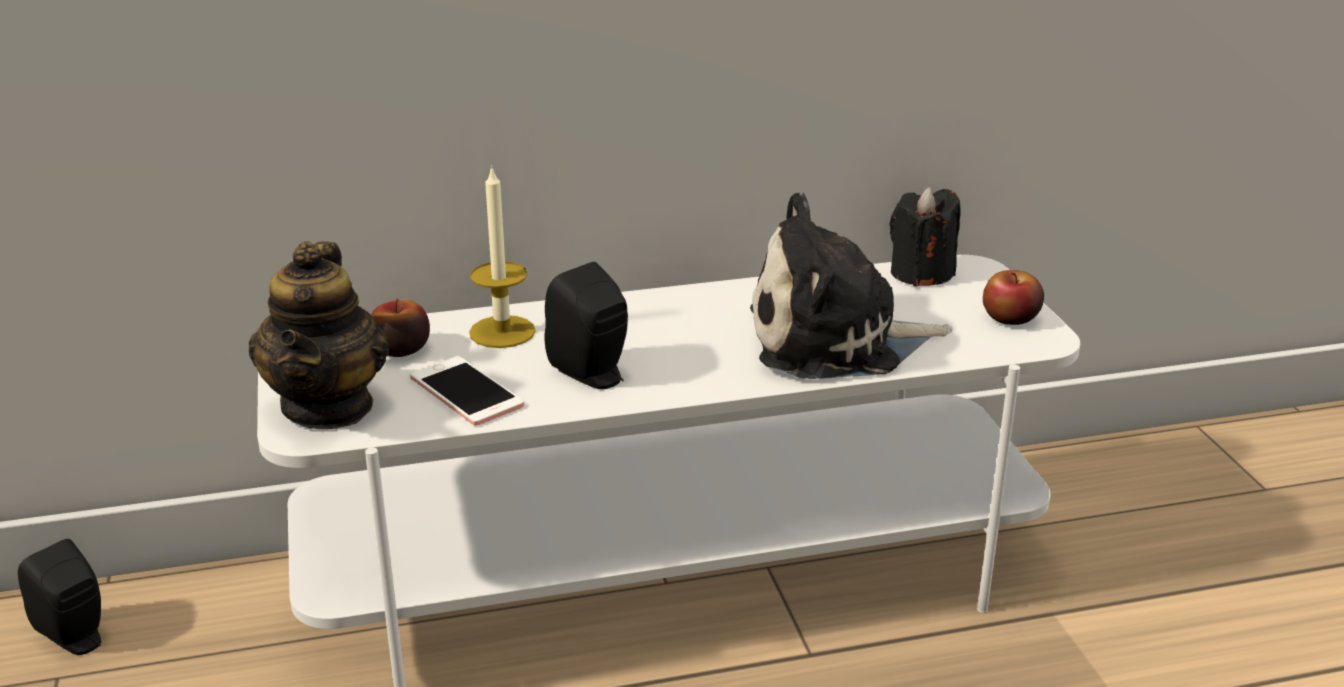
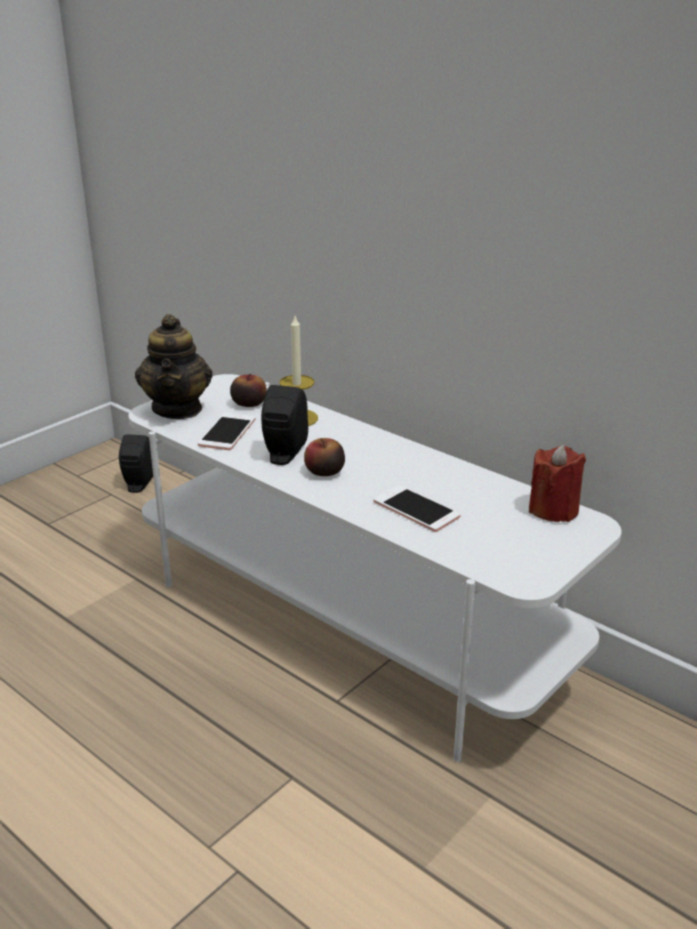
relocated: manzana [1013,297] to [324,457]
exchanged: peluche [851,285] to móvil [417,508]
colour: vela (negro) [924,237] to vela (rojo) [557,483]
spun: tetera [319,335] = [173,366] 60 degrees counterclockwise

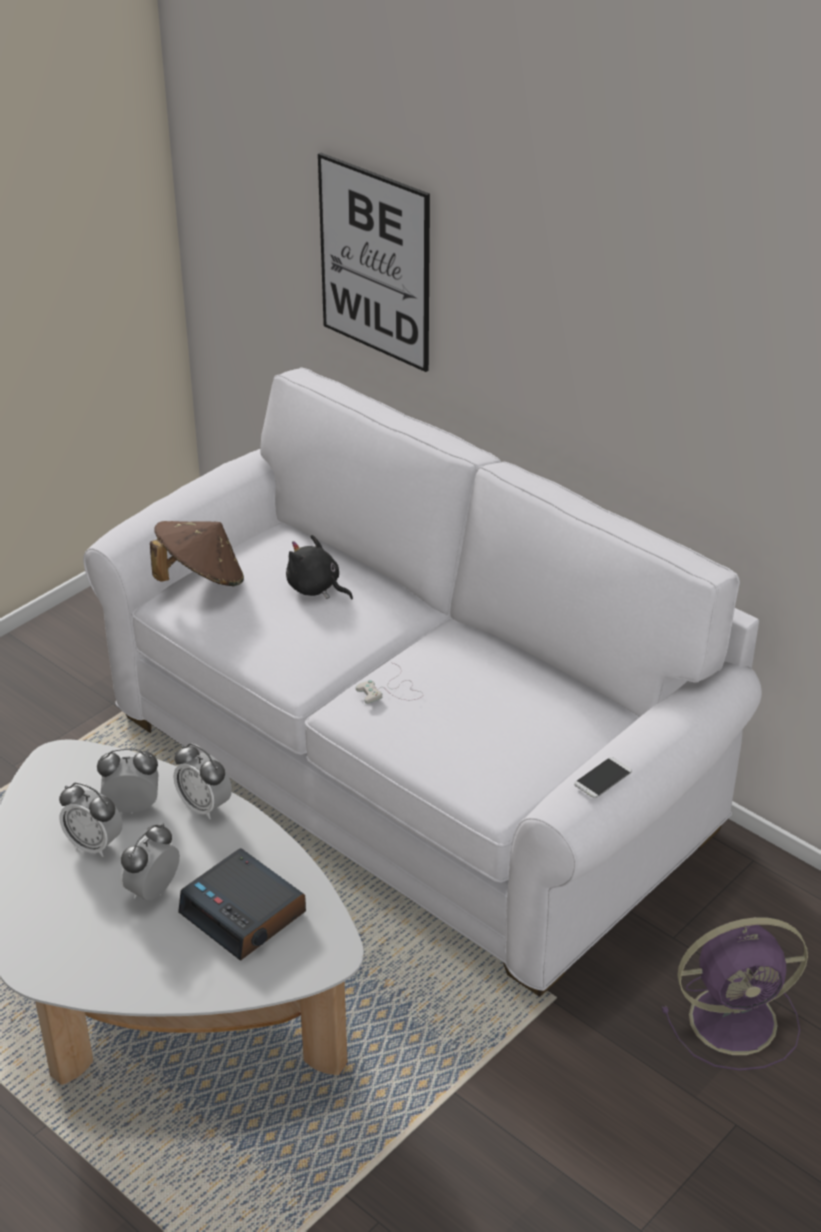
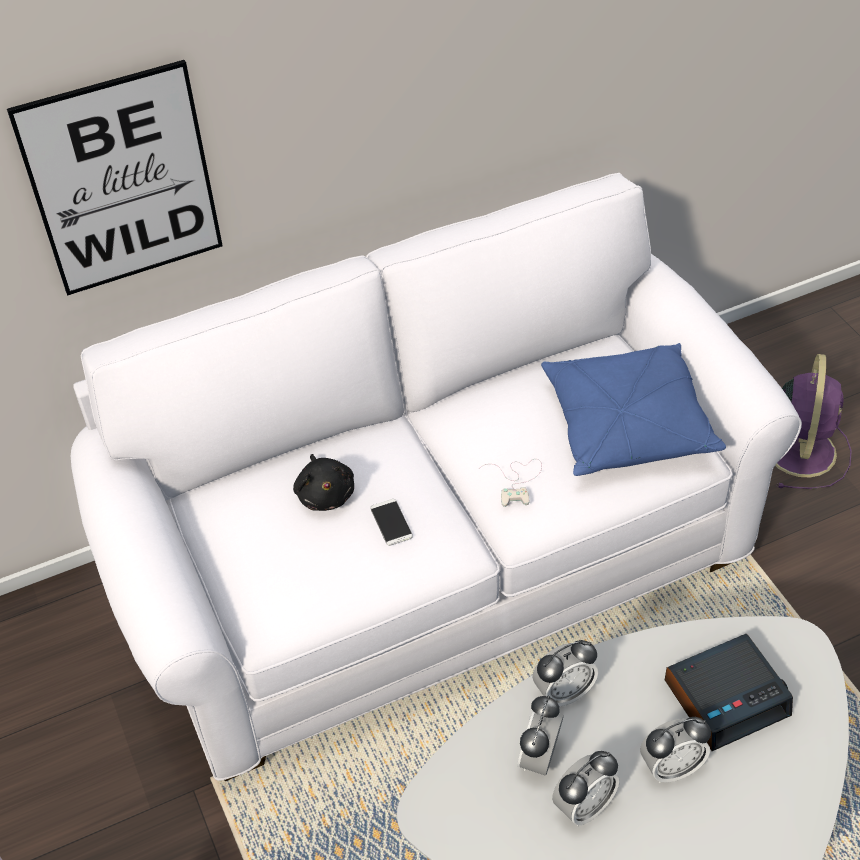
missing: sombrero (marrón) [197,553]
appeared: cojín (azul) [633,409]
relocated: móvil [603,777] to [391,522]
spun: despertador [150,862] = [675,750] 75 degrees counterclockwise; peluche (negro) [319,567] = [323,482] 75 degrees counterclockwise

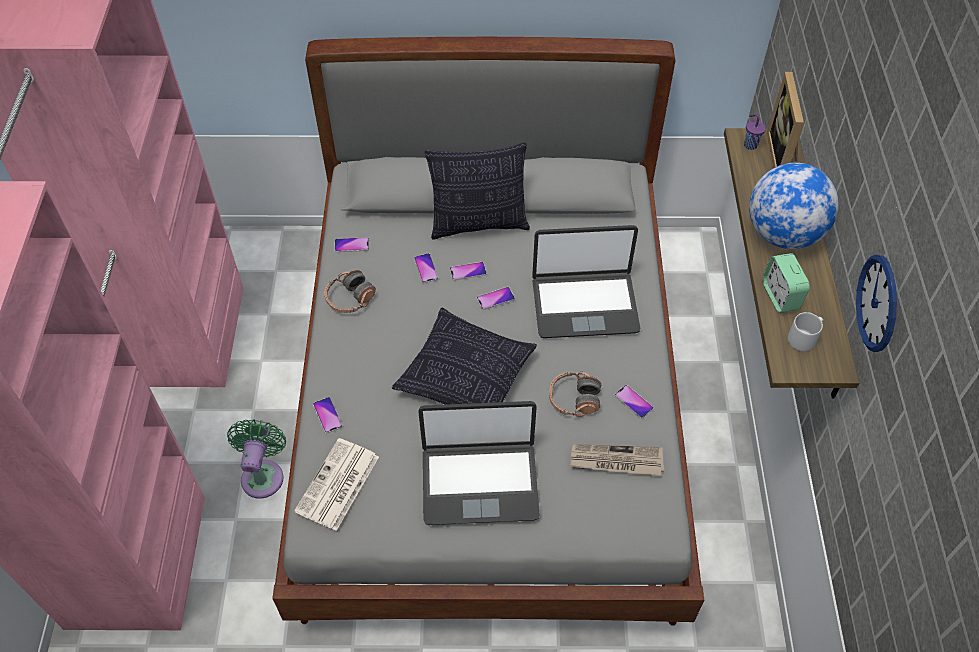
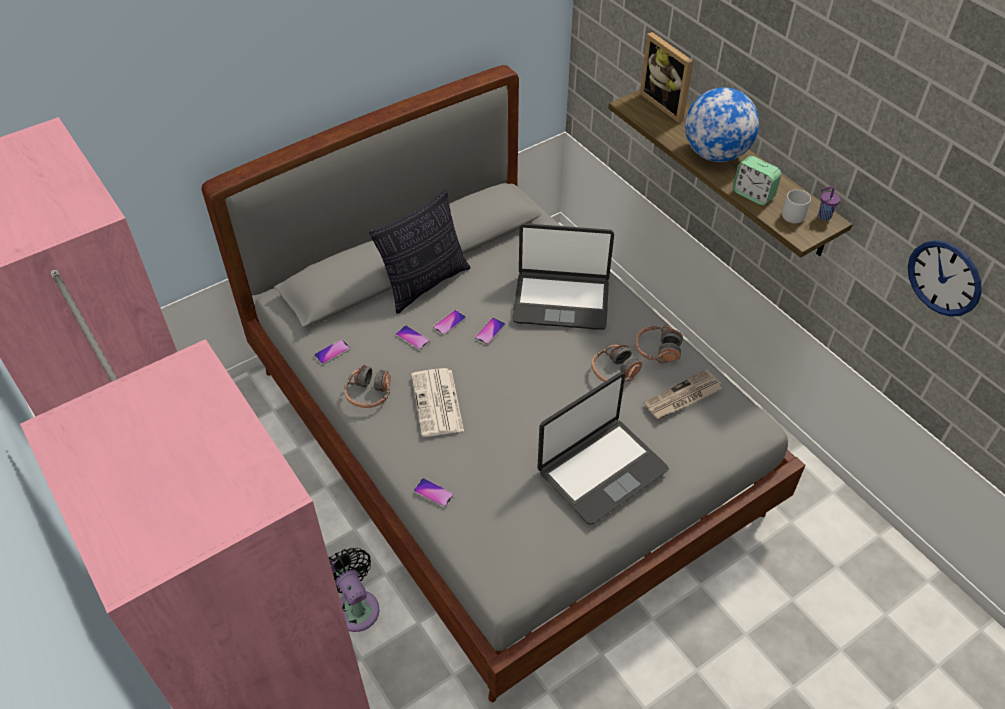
missing: cojín [464,356]
relocated: periódico [336,484] to [437,402]; taza (morado) [755,132] to [829,203]; reloj de pared [876,303] to [945,278]
exchanged: móvil [634,402] to auriculares [659,345]
colour: ventilador (verde) [256,459] to ventilador (negro) [354,590]
spun: portátil [586,281] = [563,276] 45 degrees clockwise

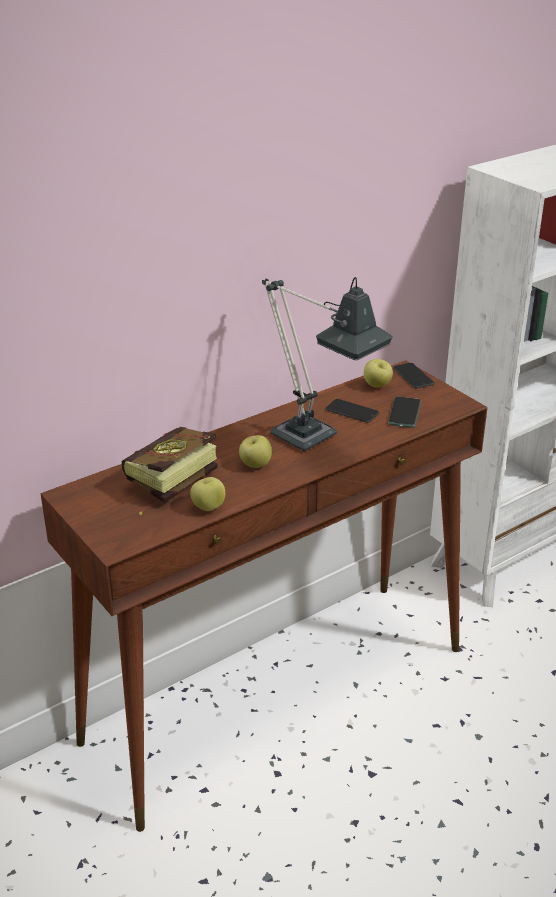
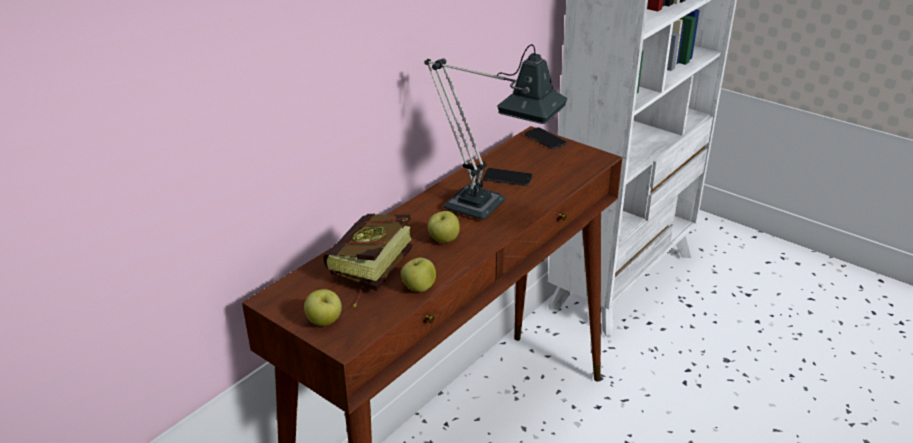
missing: móvil [404,412]
relocated: manzana [378,373] to [323,307]

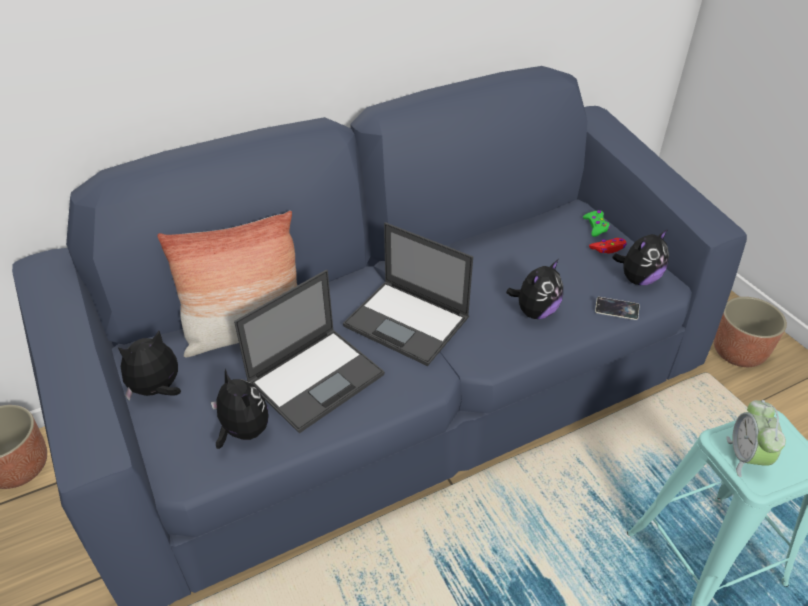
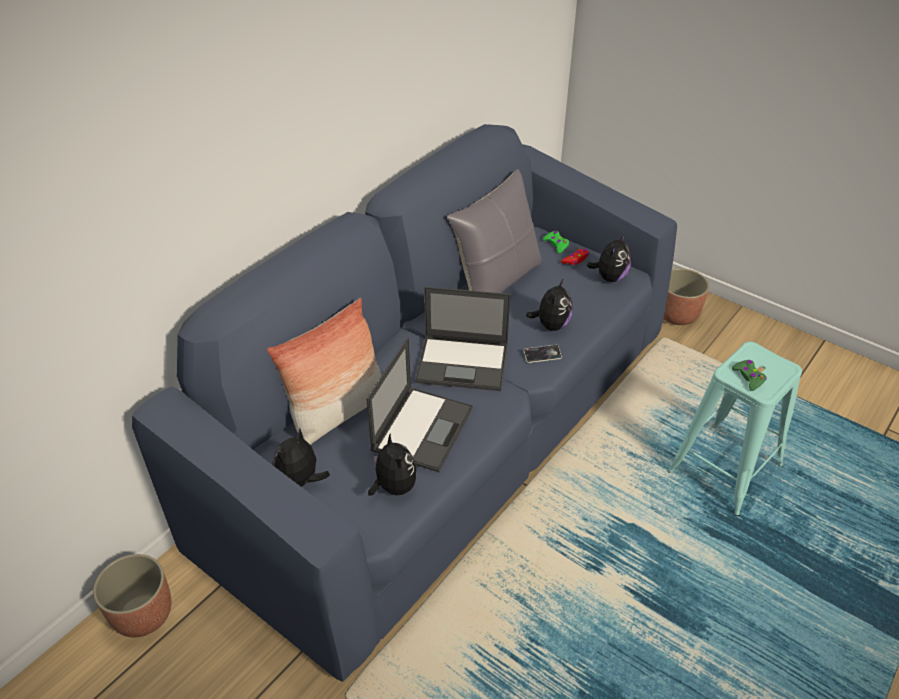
appeared: cojín (gris) [494,231]
relocated: móvil [617,308] to [543,354]
exchanged: despertador [756,438] to mando de consola (verde) [749,375]
spun: peluche [240,408] = [392,464] 45 degrees clockwise

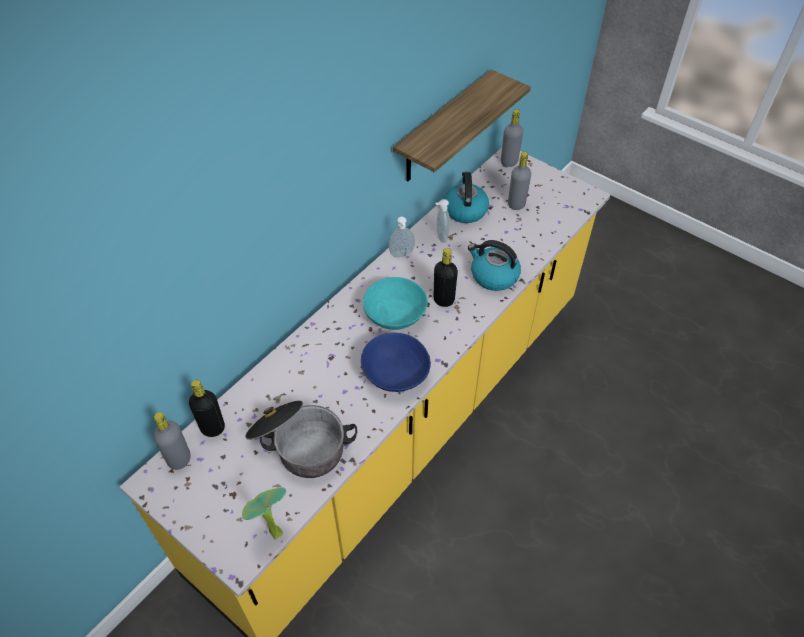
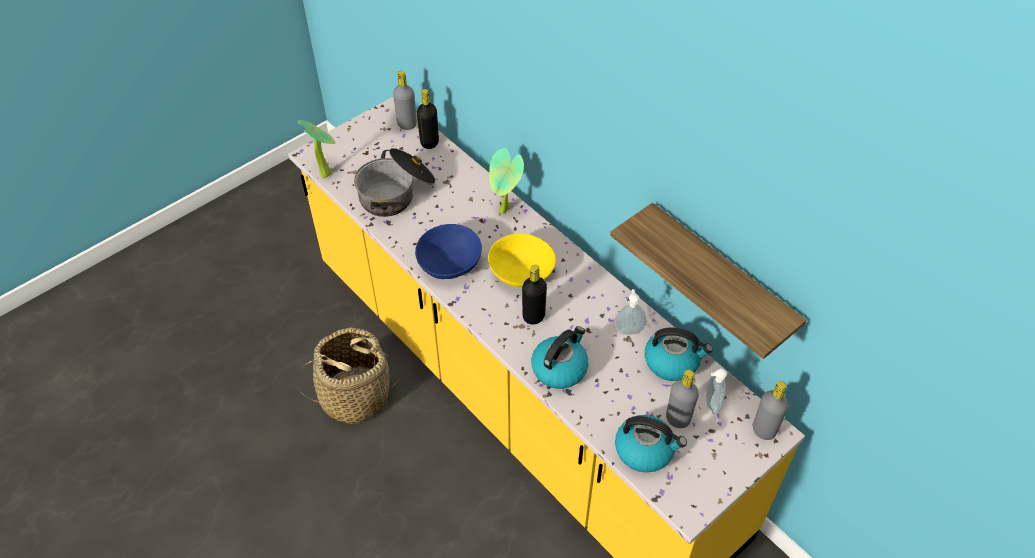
appeared: cesta [348,376]; planta en maceta [506,181]; hervidor [651,443]
relocated: dispensador de jabón [402,237] to [716,391]
colour: cuenco (turquesa) [395,303] to cuenco (amarillo) [522,260]

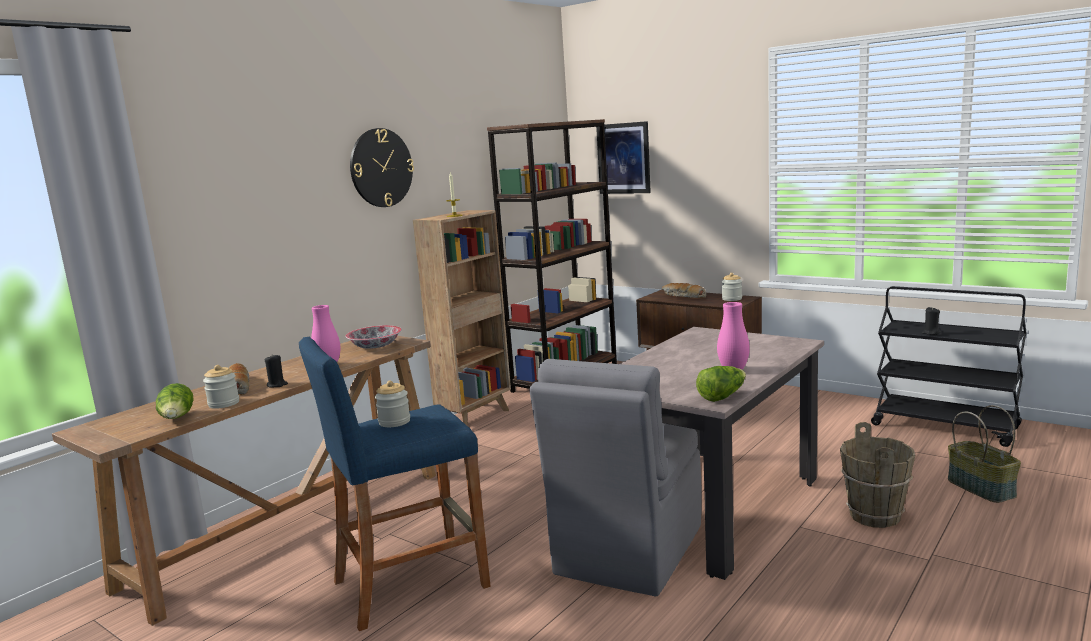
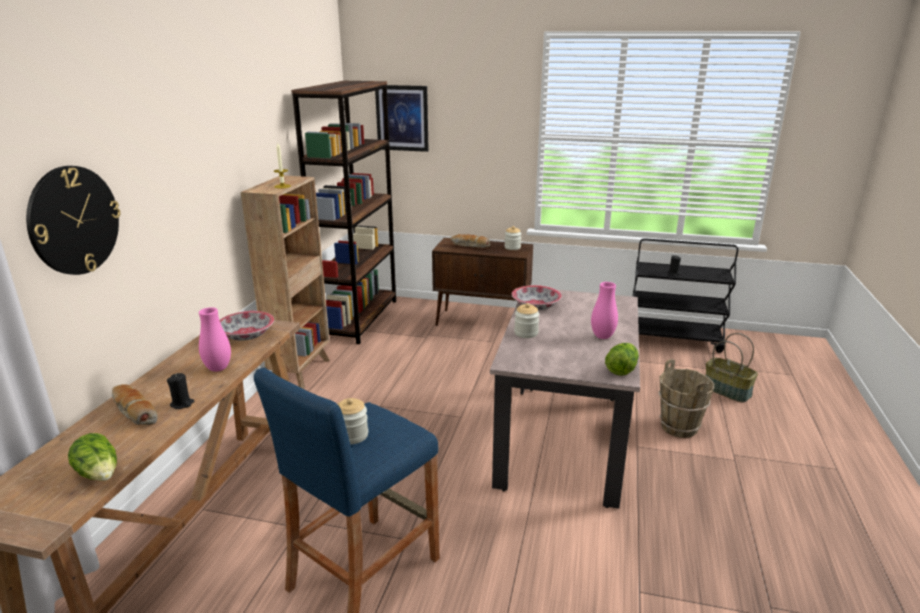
missing: silla (gris) [616,477]
appeared: cuenco [537,297]
relocated: tarro [221,387] to [526,320]; reloj de pared [382,167] to [73,220]

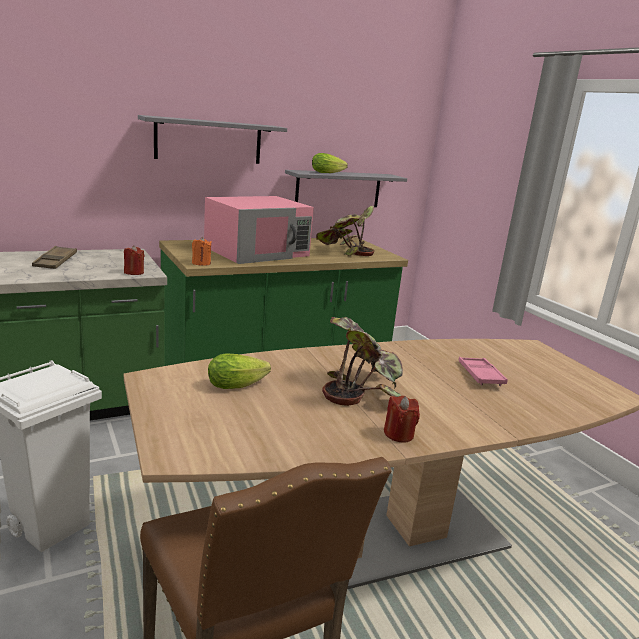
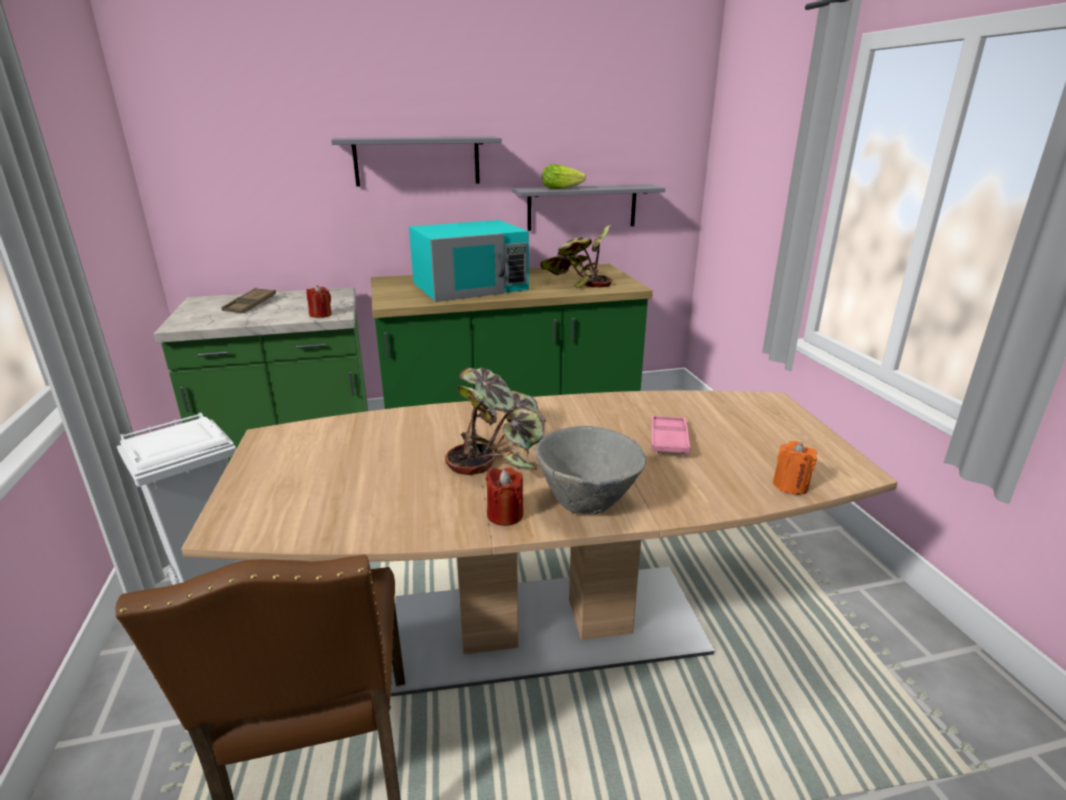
missing: lechuga [239,371]
appeared: cuenco (gris) [591,470]
relocated: vela (naranja) [202,251] to [795,468]
colour: microondas (rosa) [259,230] to microondas (turquesa) [469,261]

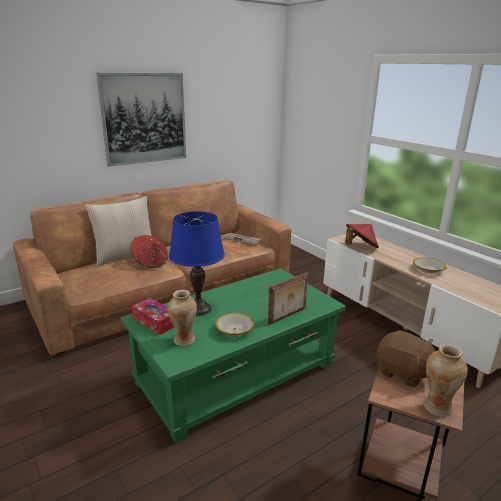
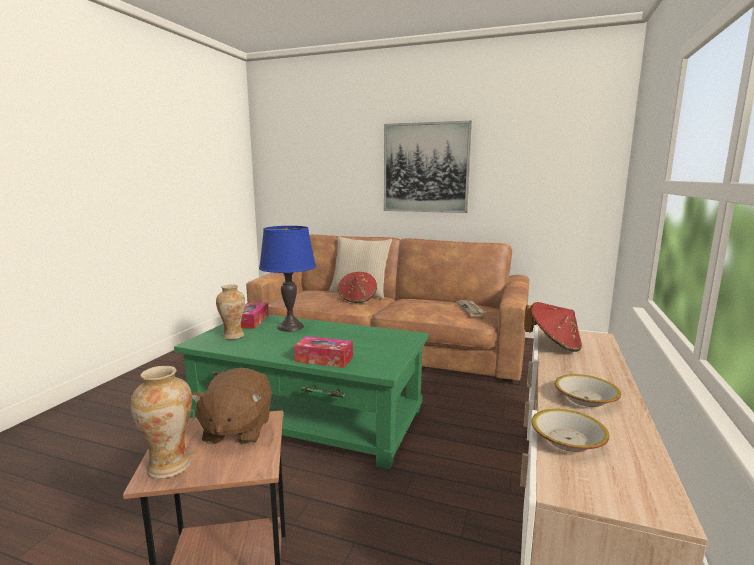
relocated: cuenco [234,324] to [570,430]
exchanged: portarretratos [288,298] to caja de pañuelos [323,352]

